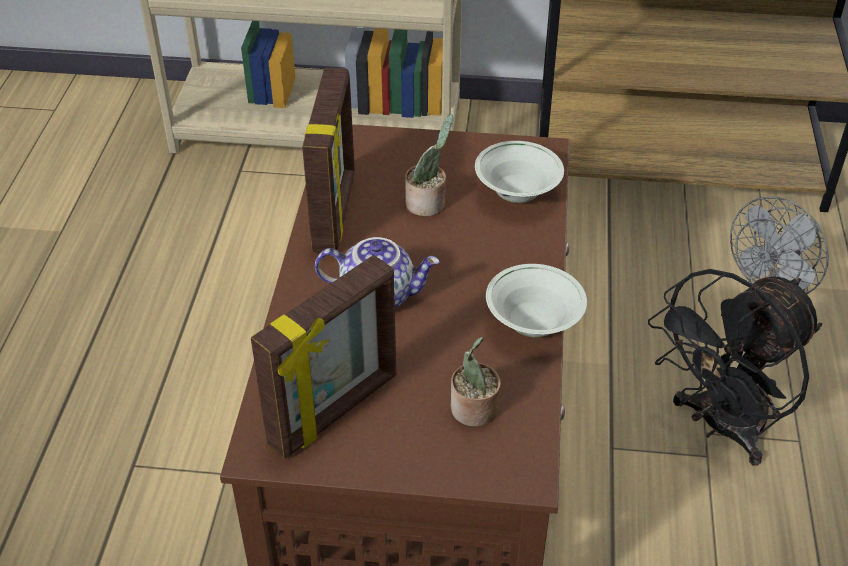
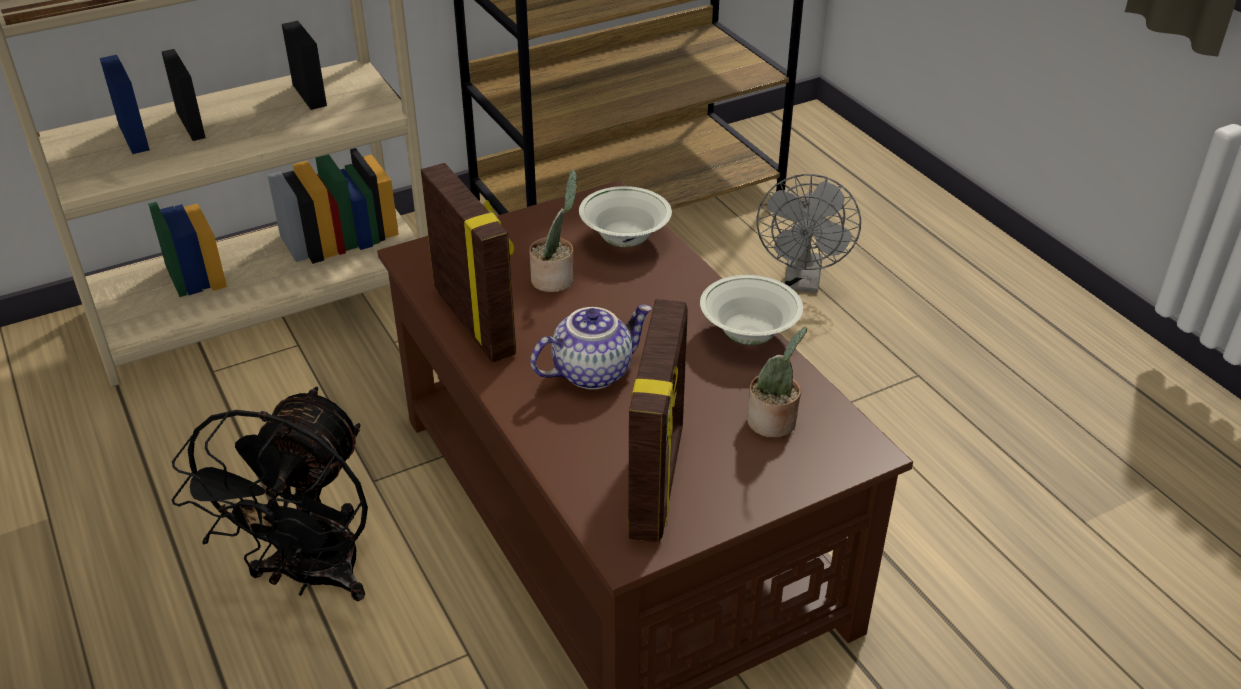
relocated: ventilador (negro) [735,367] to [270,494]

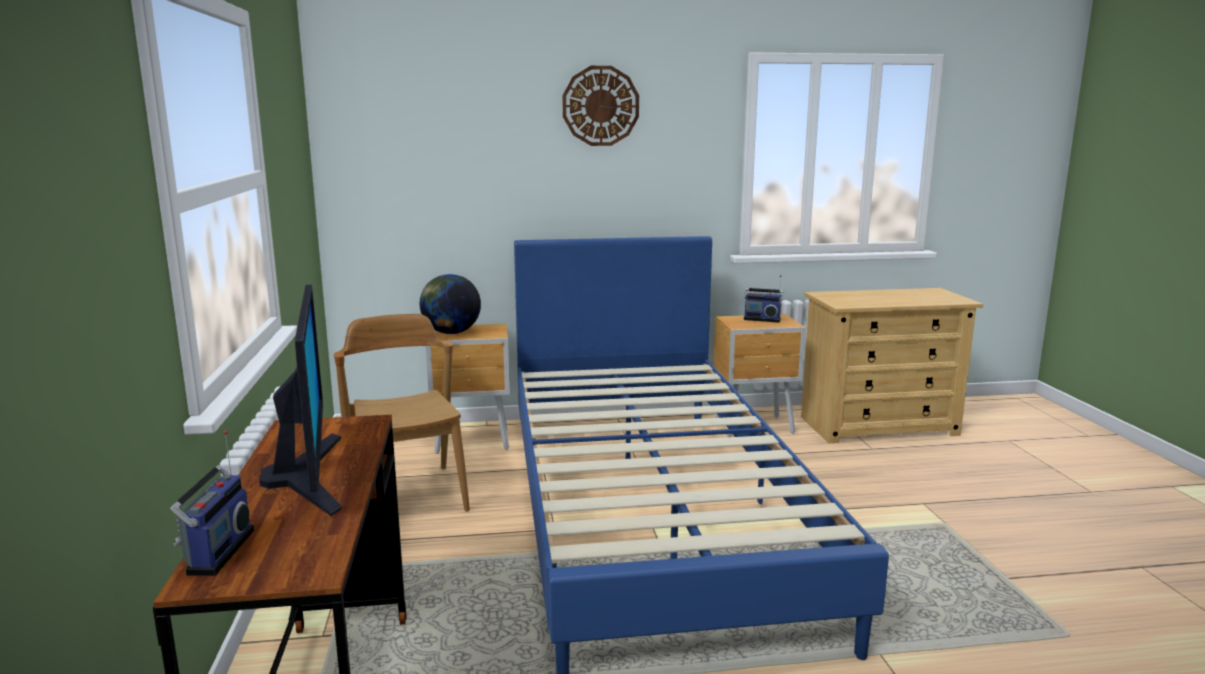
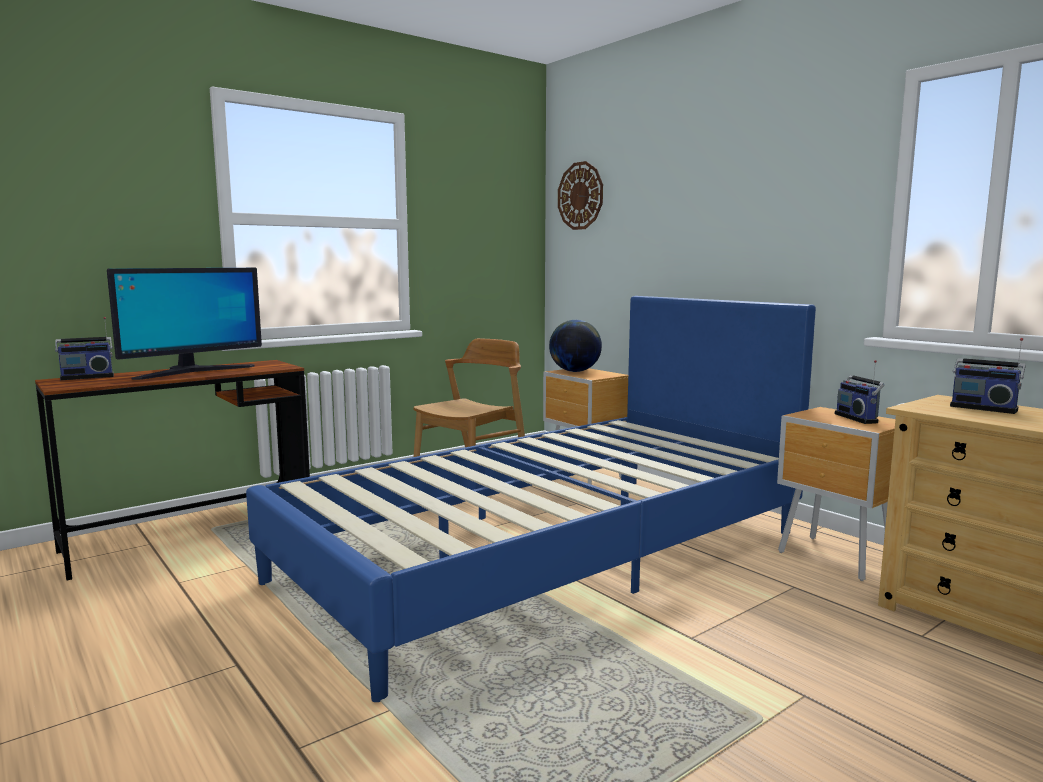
appeared: radio [988,376]
relocated: reloj de pared [600,106] to [580,195]

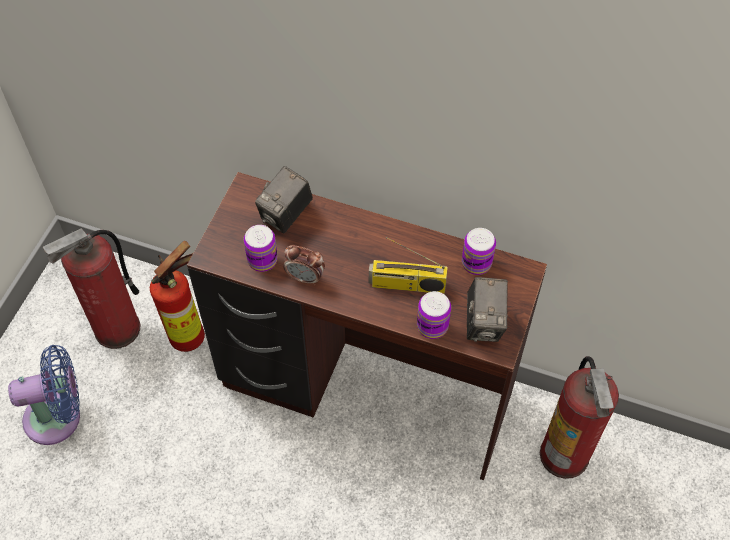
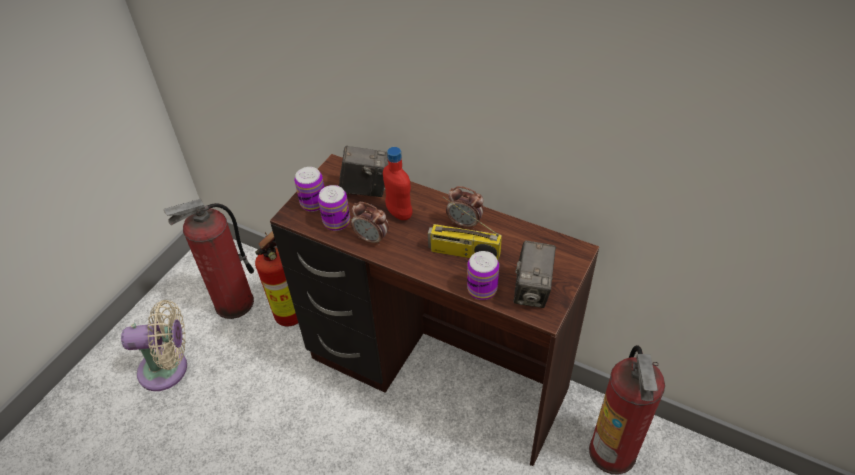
appeared: botella (rojo) [397,183]; despertador [465,208]
relocated: lata [479,251] to [309,189]
colour: ventilador (azul) [44,395] to ventilador (beis) [154,345]
spun: cámara [284,199] = [363,171] 135 degrees counterclockwise

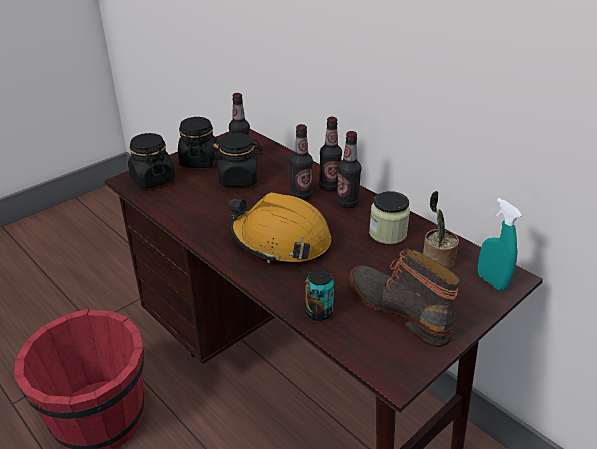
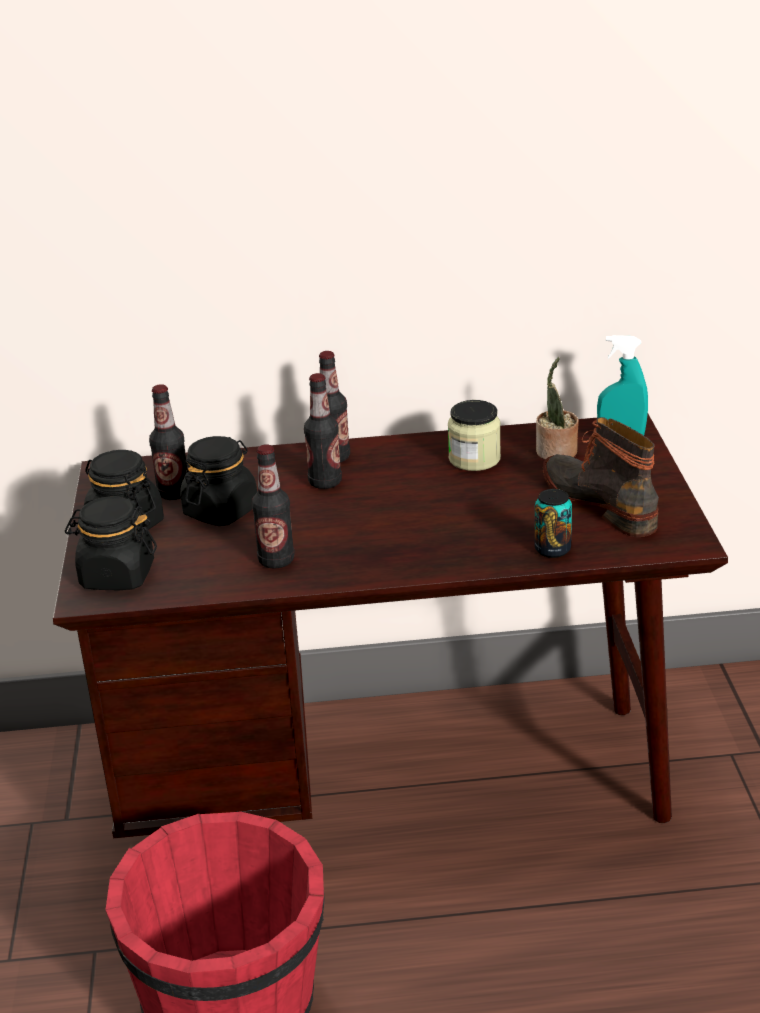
missing: casco (naranja) [280,227]
relocated: botella [349,169] to [273,506]
spun: bota [404,298] = [601,477] 60 degrees clockwise

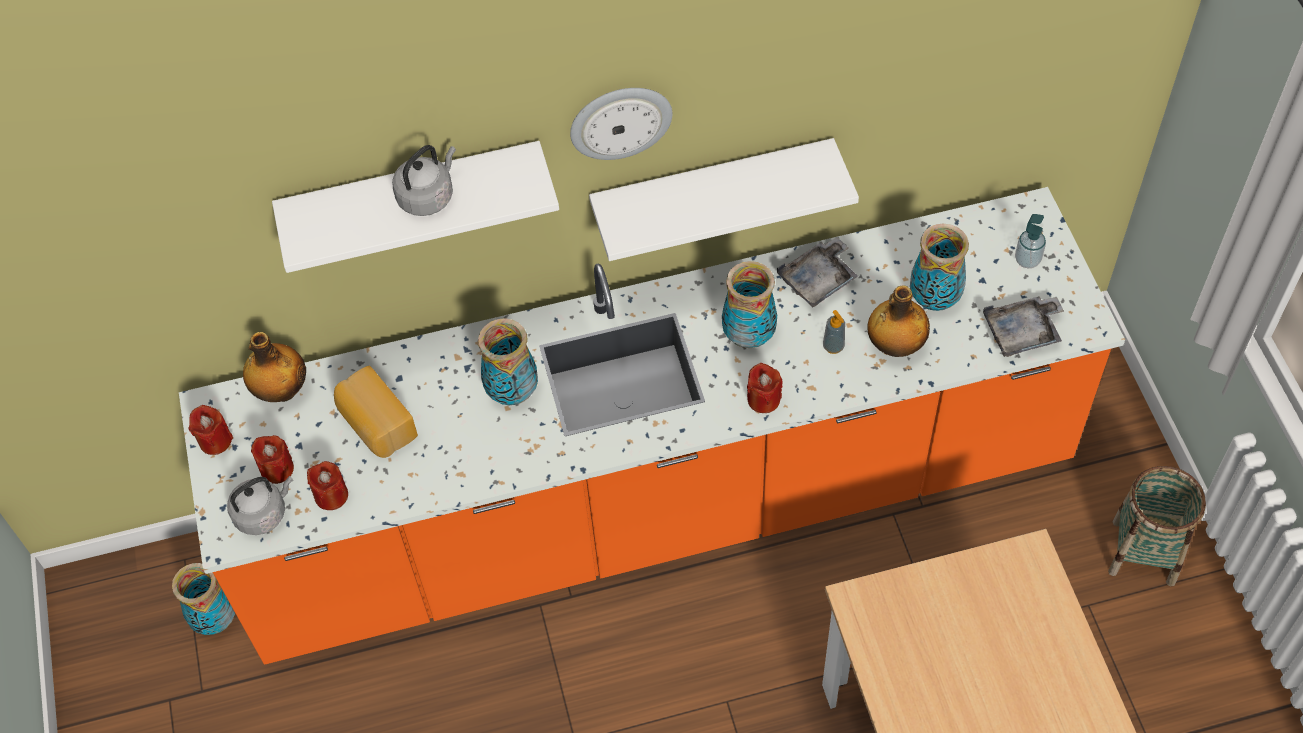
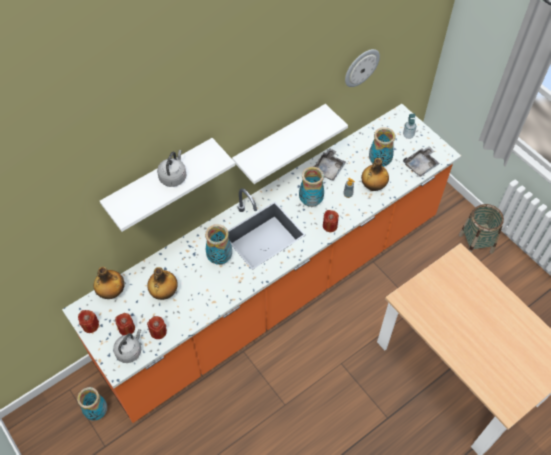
relocated: reloj de pared [621,124] to [362,68]
exchanged: pan [376,411] to botella [162,283]

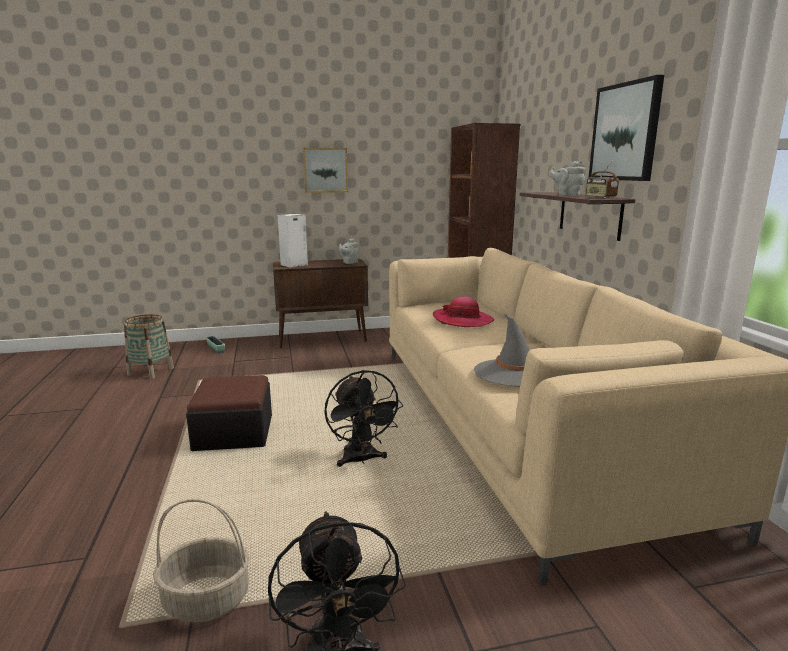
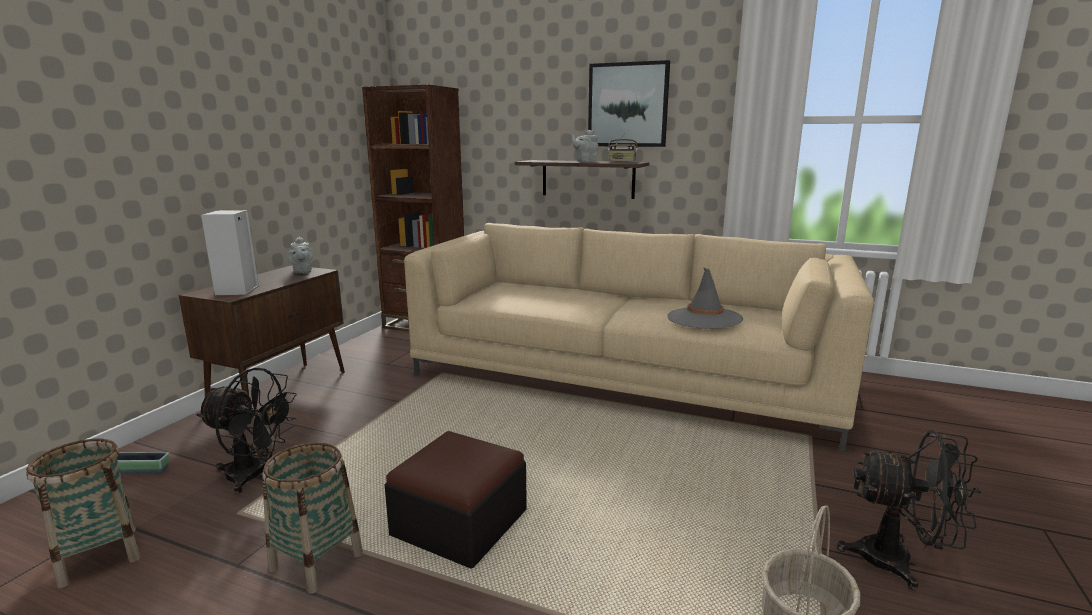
missing: cuadro [325,170]; sombrero [463,311]
appeared: cesta [312,518]
relocated: ventilador (negro) [364,418] to [247,431]

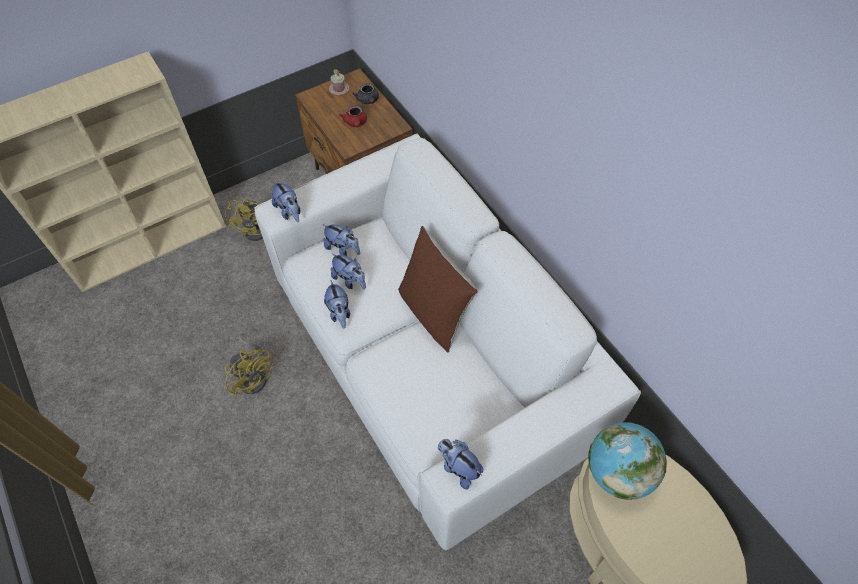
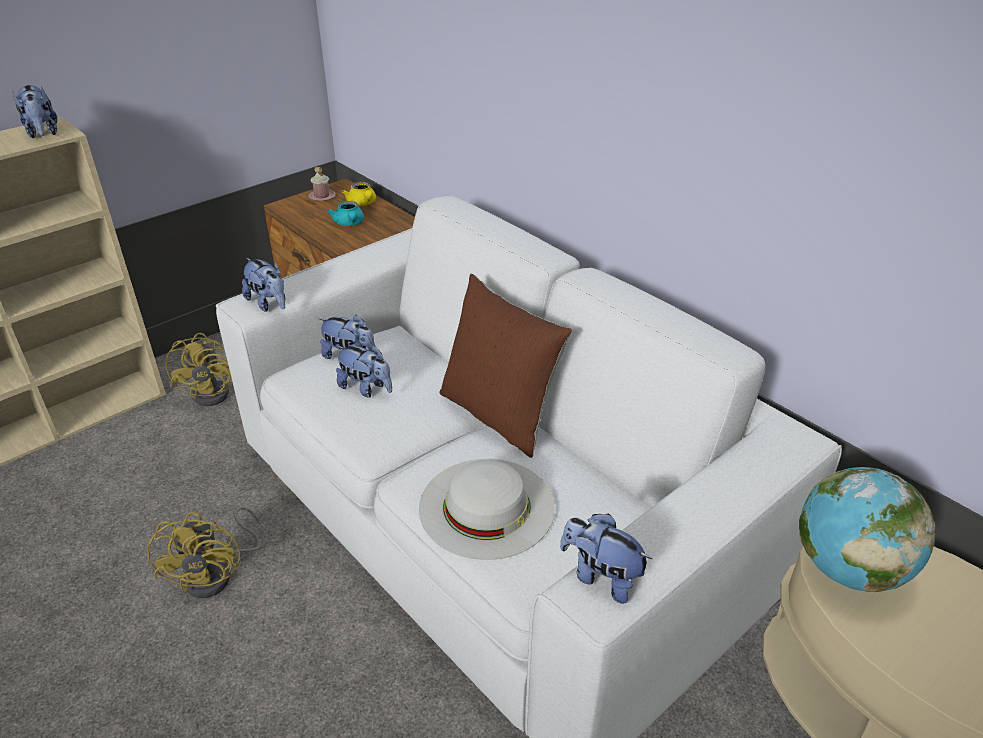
appeared: sombrero (blanco) [487,509]
relocated: peluche [337,304] to [35,111]
colour: tetera (rojo) [353,116] to tetera (turquesa) [345,213]; tetera (gris) [366,93] to tetera (amarillo) [359,194]
spun: ventilador (amarillo) [249,365] = [204,552] 45 degrees clockwise

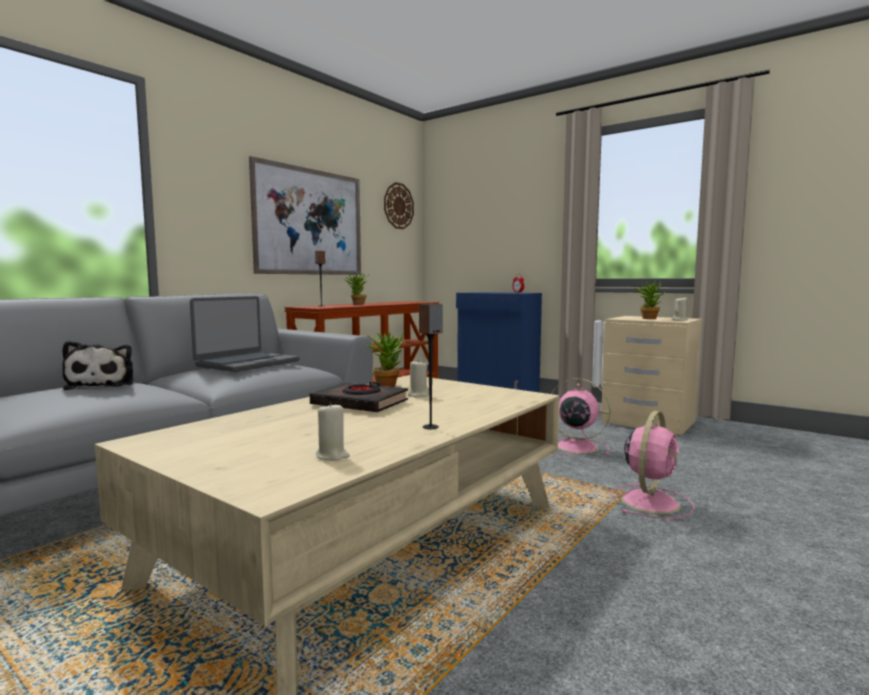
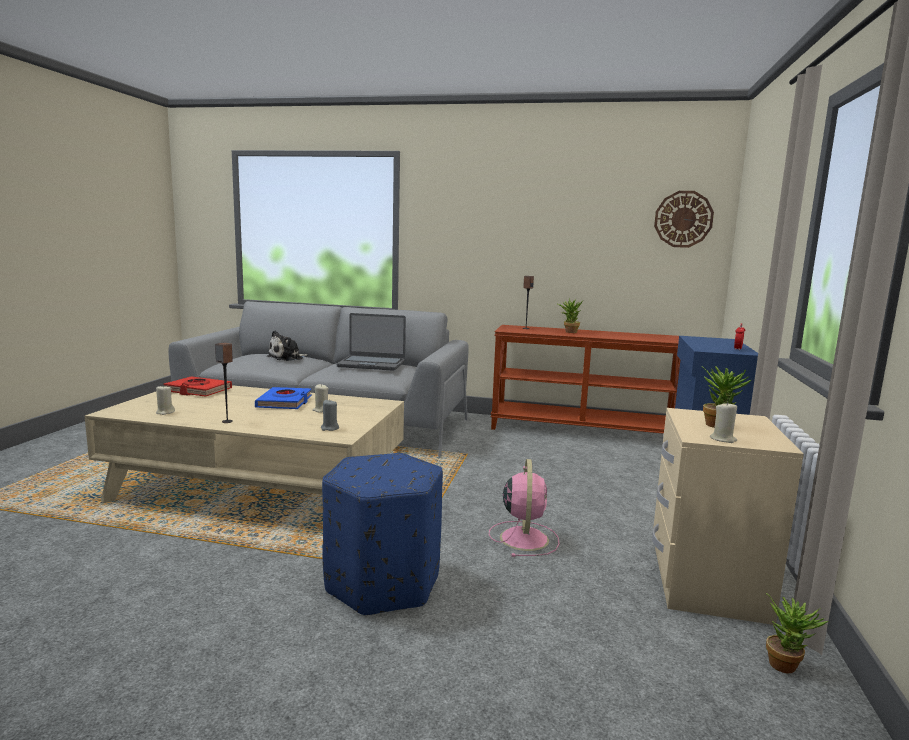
missing: cuadro [305,215]
appeared: libro (rojo) [198,386]; vela (gris) [330,415]
relocated: planta en maceta [385,359] to [797,633]
exchanged: ventilador (rosa) [652,465] to puf (azul) [382,534]
colour: libro (negro) [359,397] to libro (azul) [283,398]

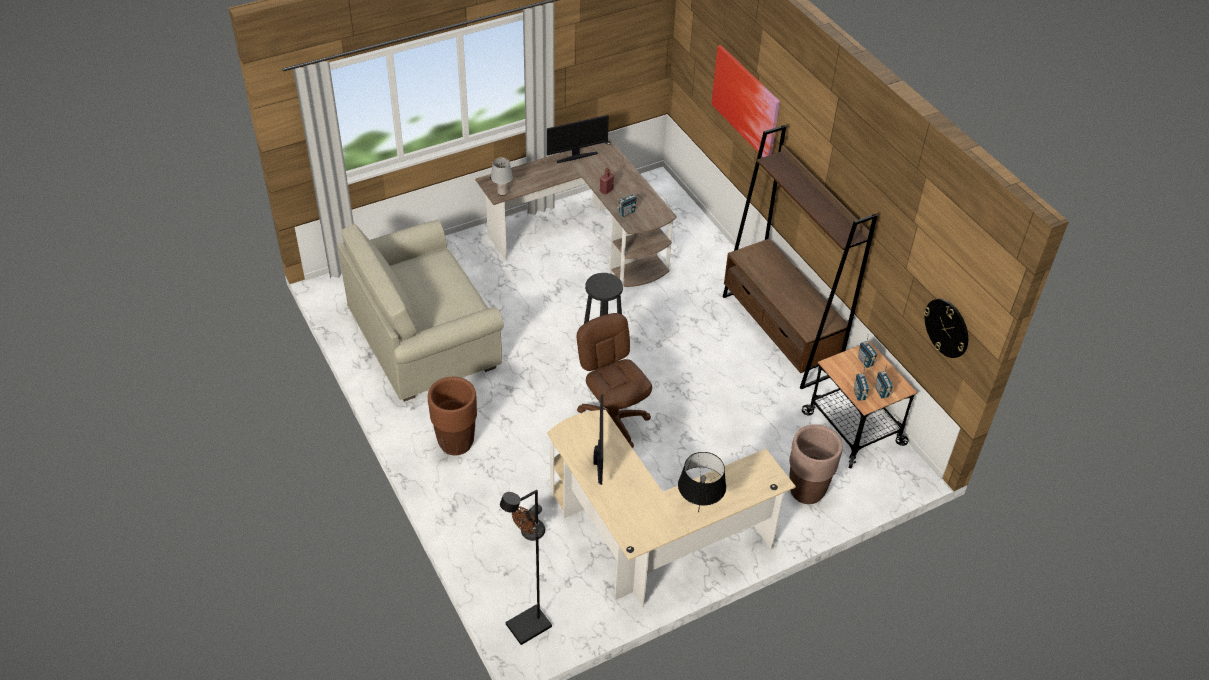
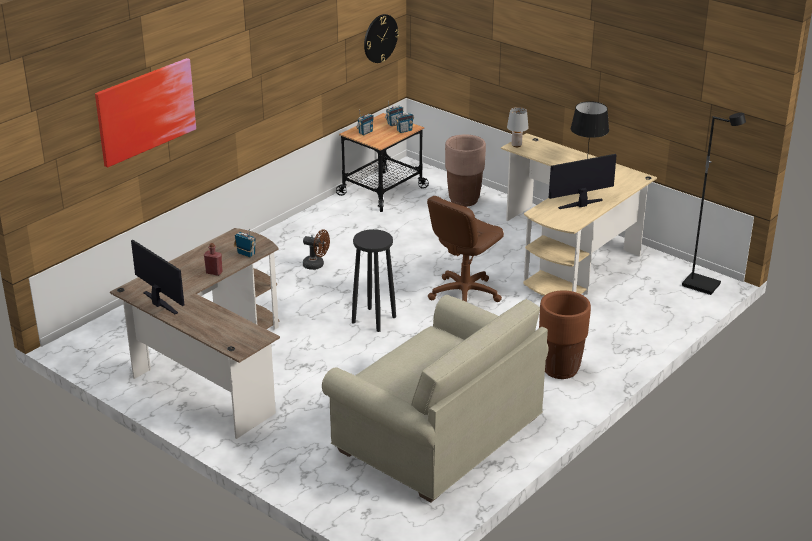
missing: estantería (marrón) [800,257]
relocated: lámpara de mesa (gris) [502,176] to [517,127]; ventilador (marrón) [528,522] to [316,250]

